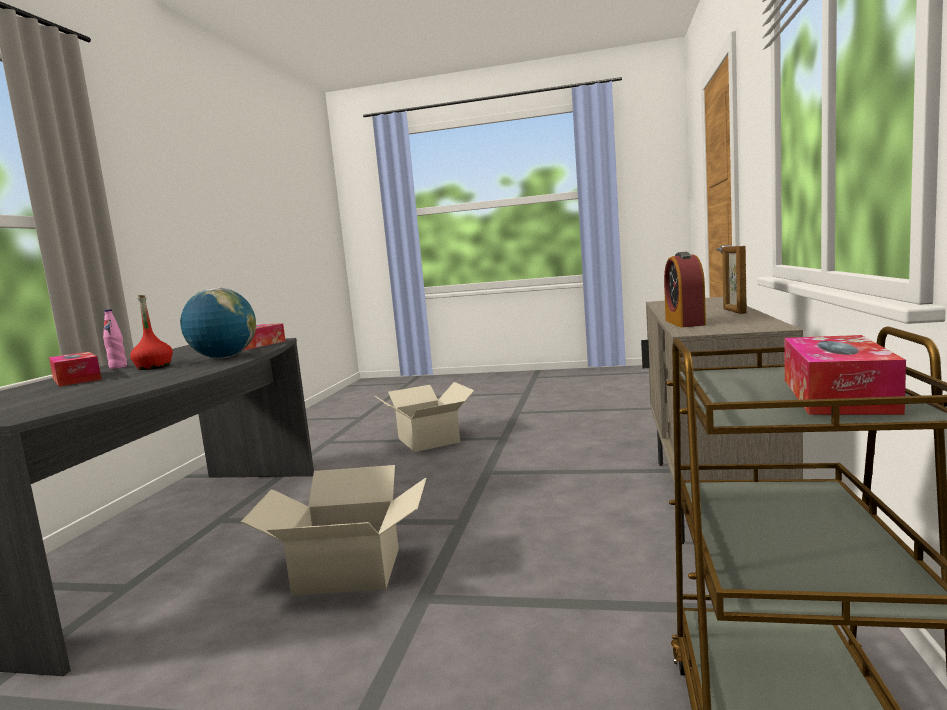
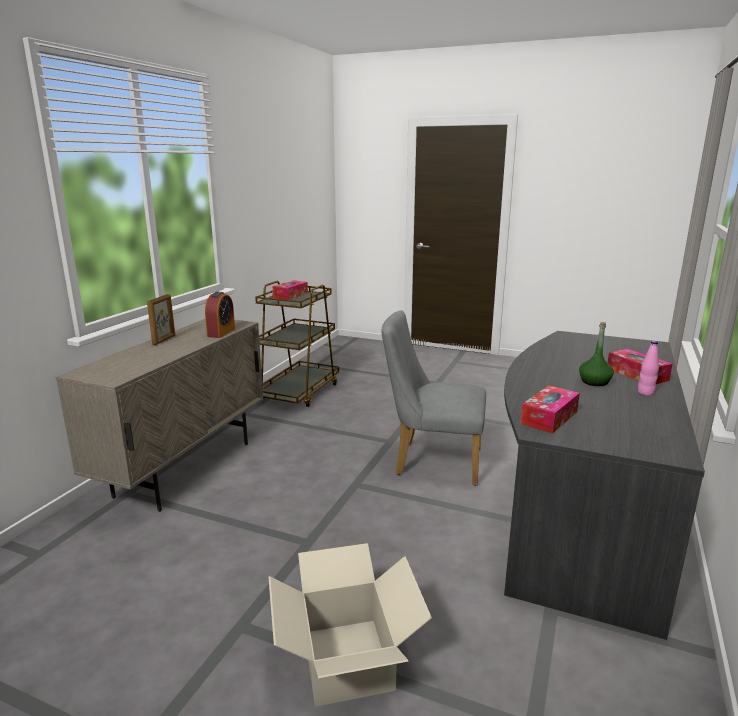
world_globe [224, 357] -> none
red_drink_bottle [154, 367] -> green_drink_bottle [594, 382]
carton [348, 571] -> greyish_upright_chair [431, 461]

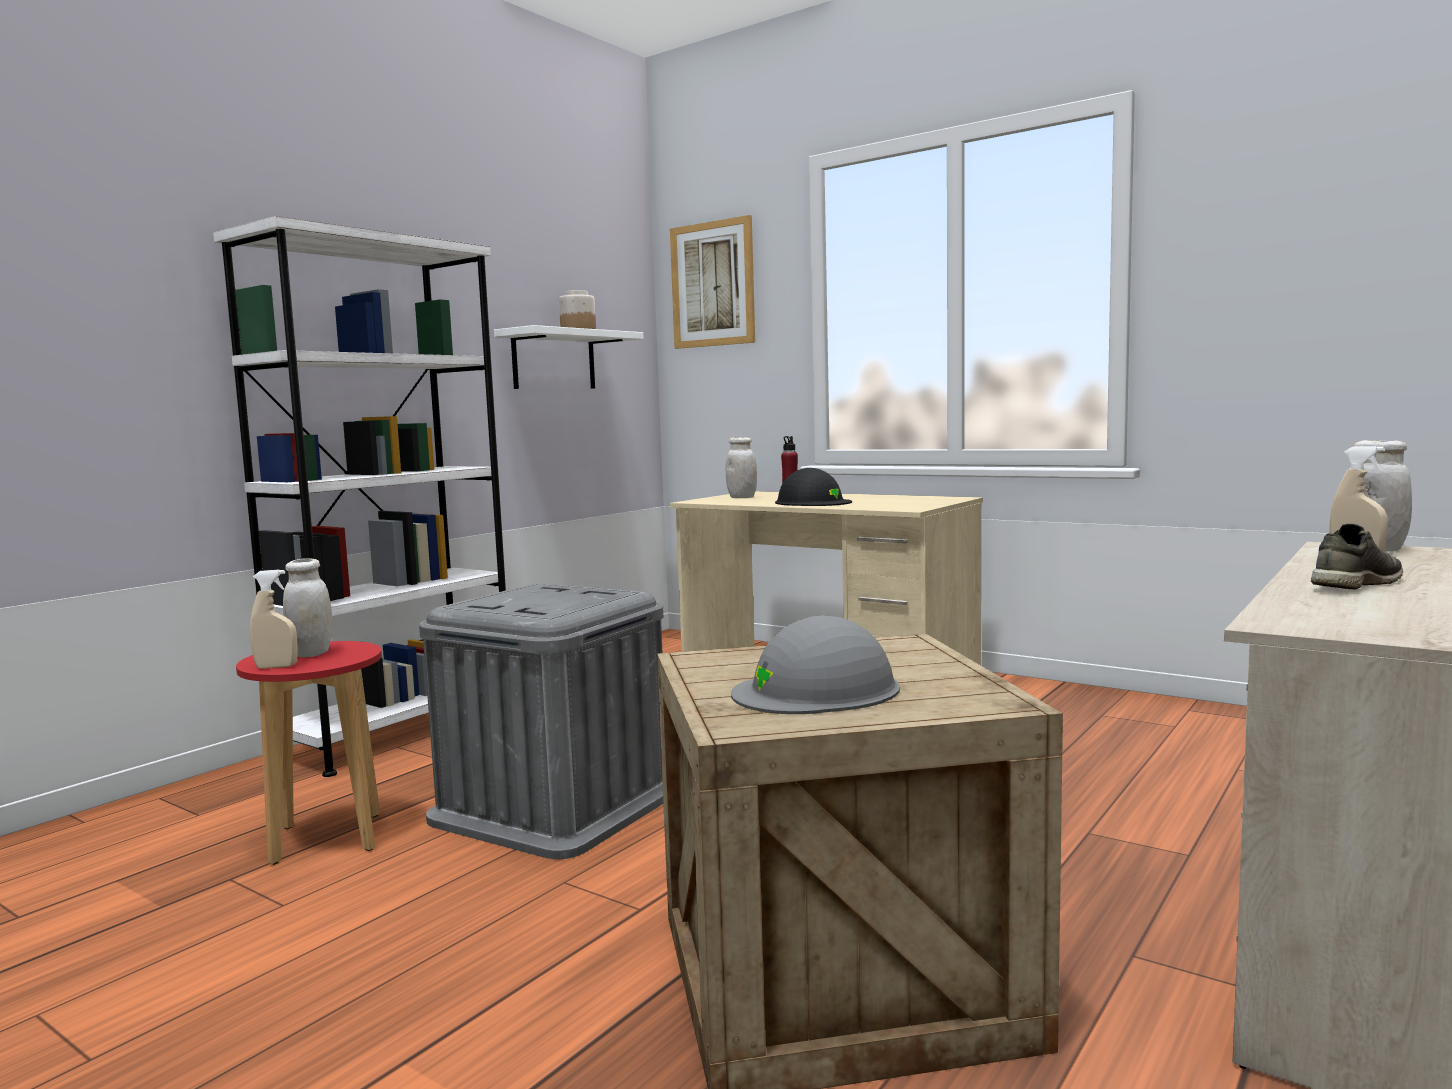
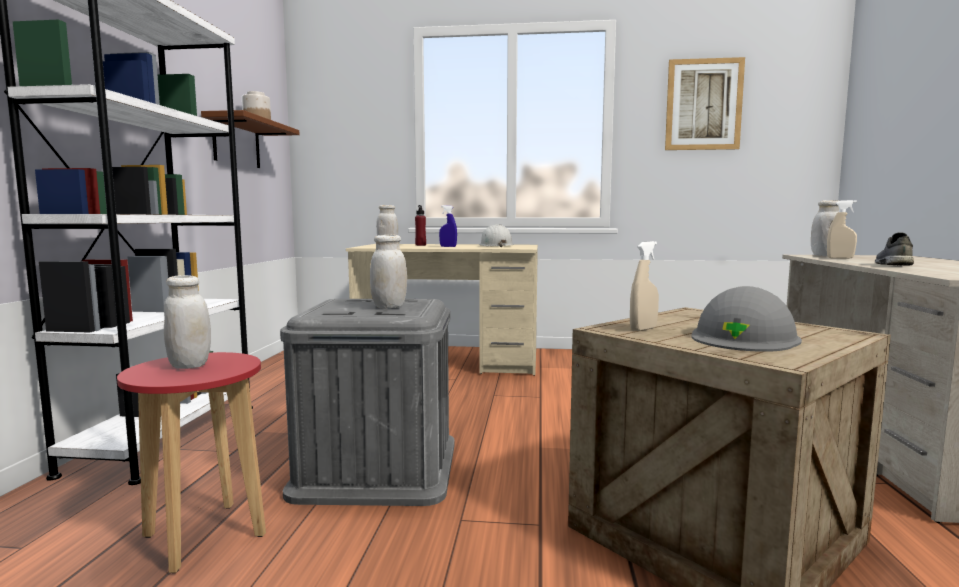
wall_picture [713, 284] -> wall_picture [703, 104], relocated
white-coloured_bracket_shelf [554, 360] -> brownish_bracket_shelf [236, 143]
black-coloured_hard_hat [812, 502] -> blue-coloured_spray_bottle [448, 246]
sand-coloured_spray_bottle [276, 667] -> sand-coloured_spray_bottle [643, 329], relocated
none -> white-coloured_hard_hat [495, 246]
none -> white-coloured_preserve_jar [389, 307]

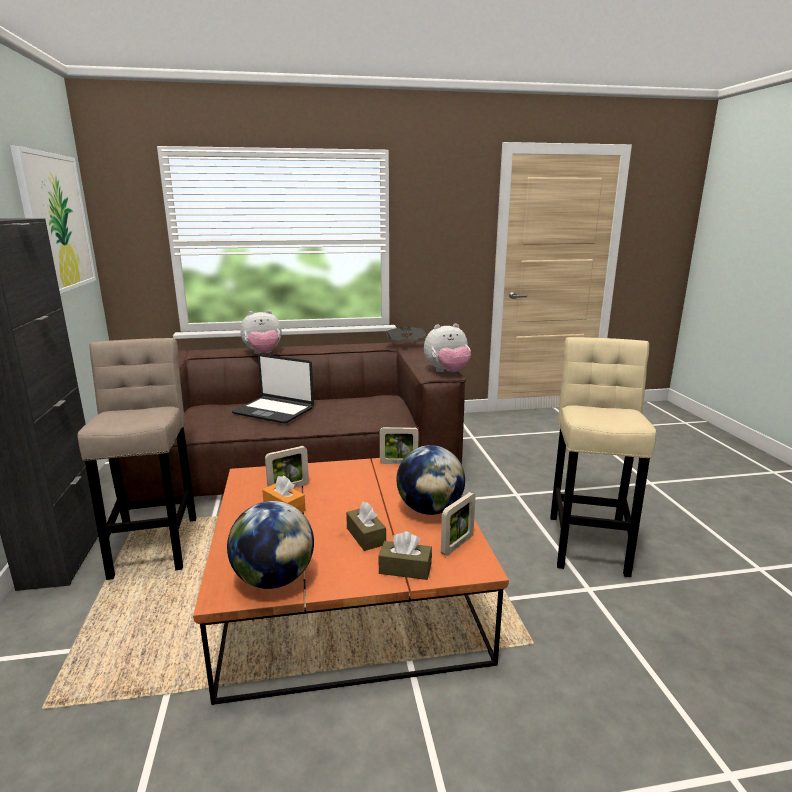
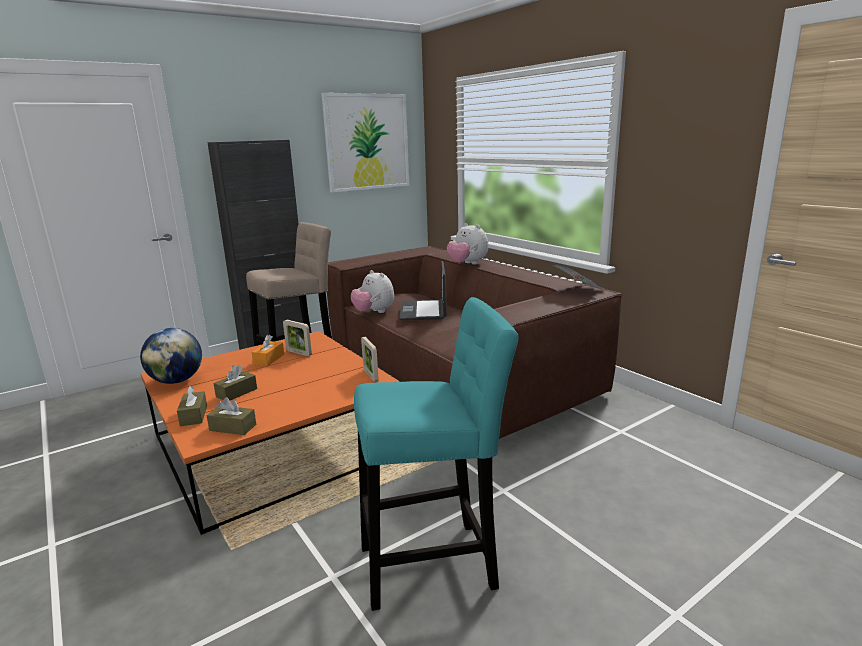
cuddly_toy [447, 372] -> cuddly_toy [374, 312], relocated
sand-coloured_stool [588, 541] -> blue-green_stool [435, 564]
world_globe [430, 509] -> none
photo_frame [457, 545] -> brownish_tissue_holder [233, 427]

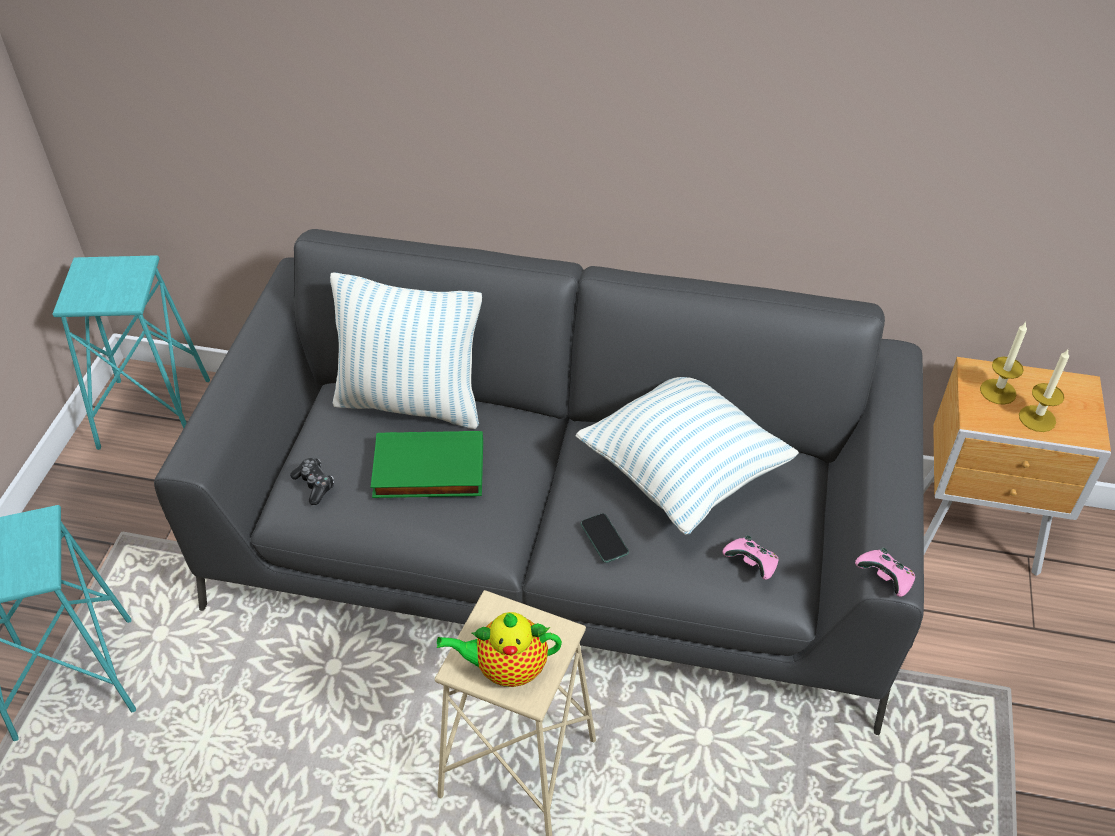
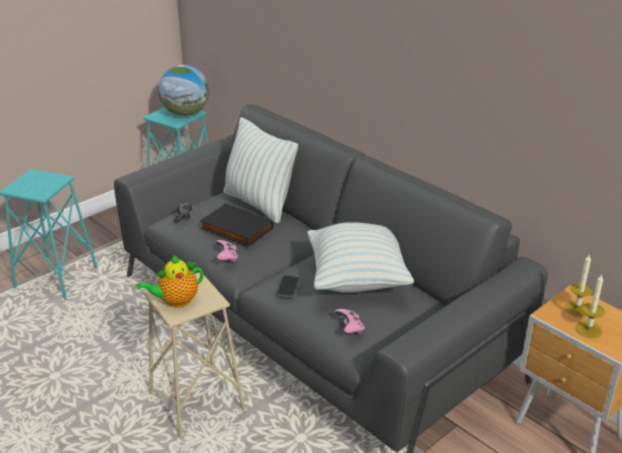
green_bound_book [428, 471] -> black-coloured_bound_book [235, 229]
pink-coloured_gamepad [885, 580] -> pink-coloured_gamepad [227, 257], relocated
pot_for_tea [506, 668] -> pot_for_tea [176, 301], 60 degrees counterclockwise
none -> world_globe [185, 113]

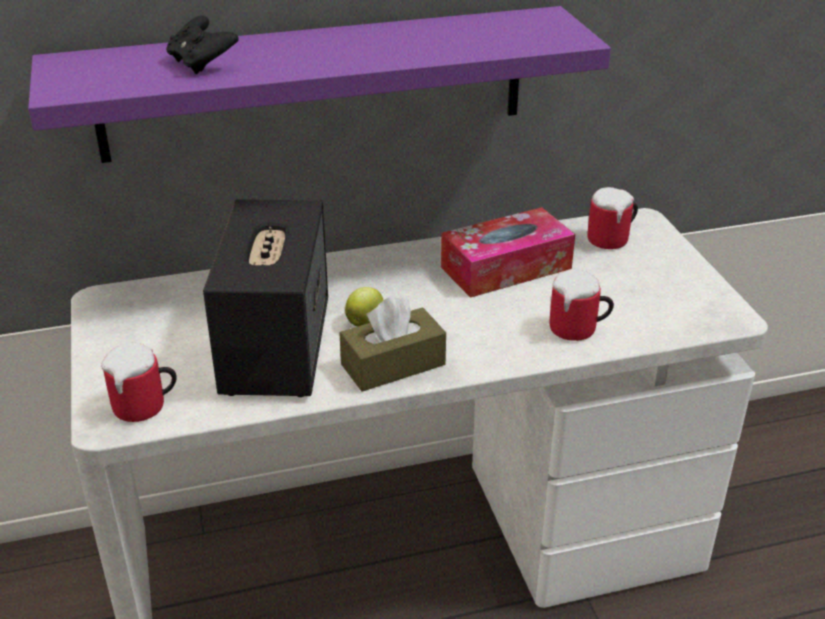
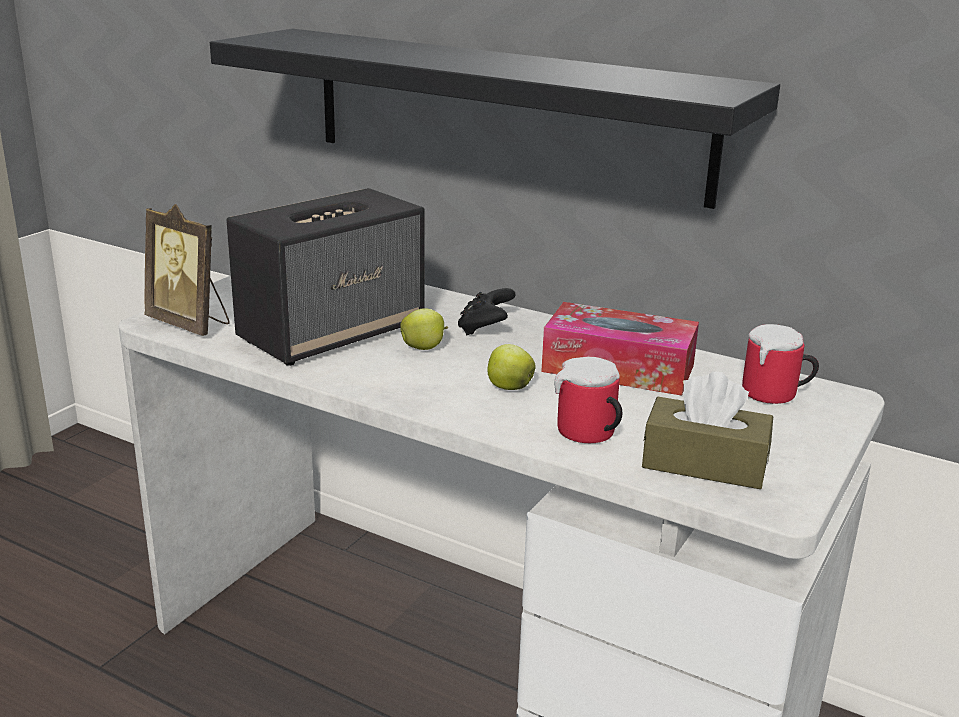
purple-coloured_bracket_shelf [314, 84] -> black-coloured_bracket_shelf [505, 113]
black-coloured_gamepad [202, 64] -> black-coloured_gamepad [485, 329], relocated
brownish_tissue_holder [393, 364] -> brownish_tissue_holder [704, 464], relocated
tea_mug [146, 407] -> photo_frame [190, 324]
none -> apple_fruit [508, 387]

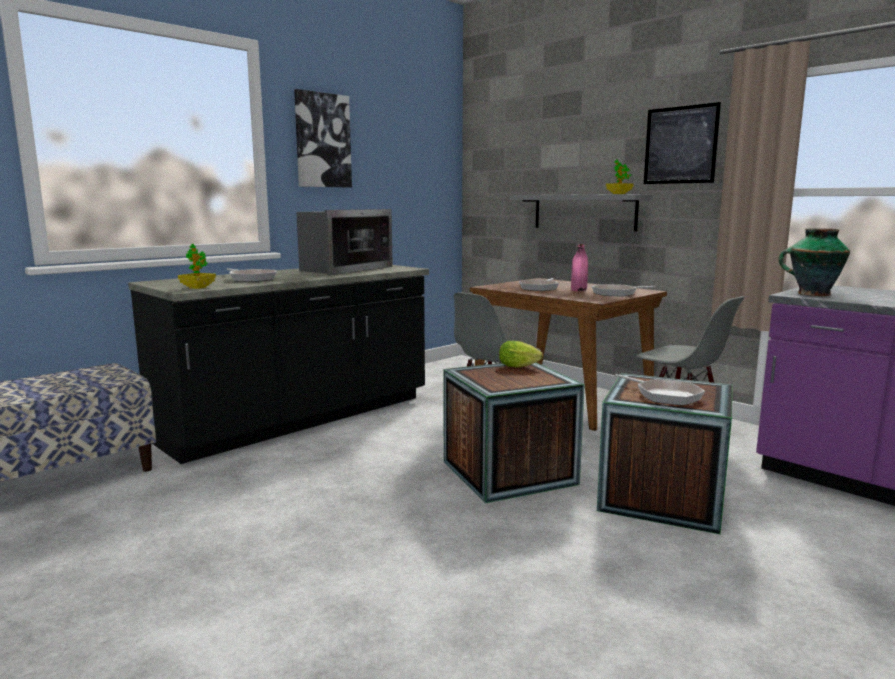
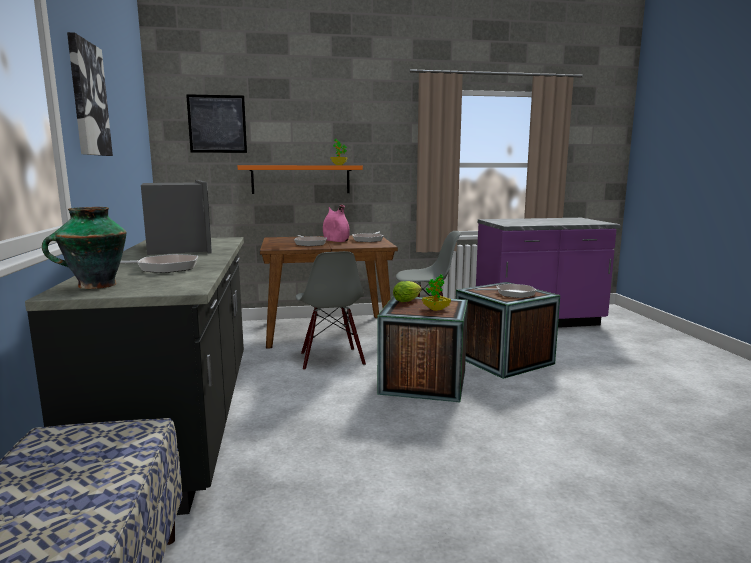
wall_picture [680, 145] -> wall_picture [217, 124], relocated
greyish_bracket_shelf [584, 212] -> orange_bracket_shelf [301, 179]
decorative_vase [812, 294] -> decorative_vase [95, 286], relocated
plant_in_a_pot [197, 287] -> plant_in_a_pot [436, 309], relocated

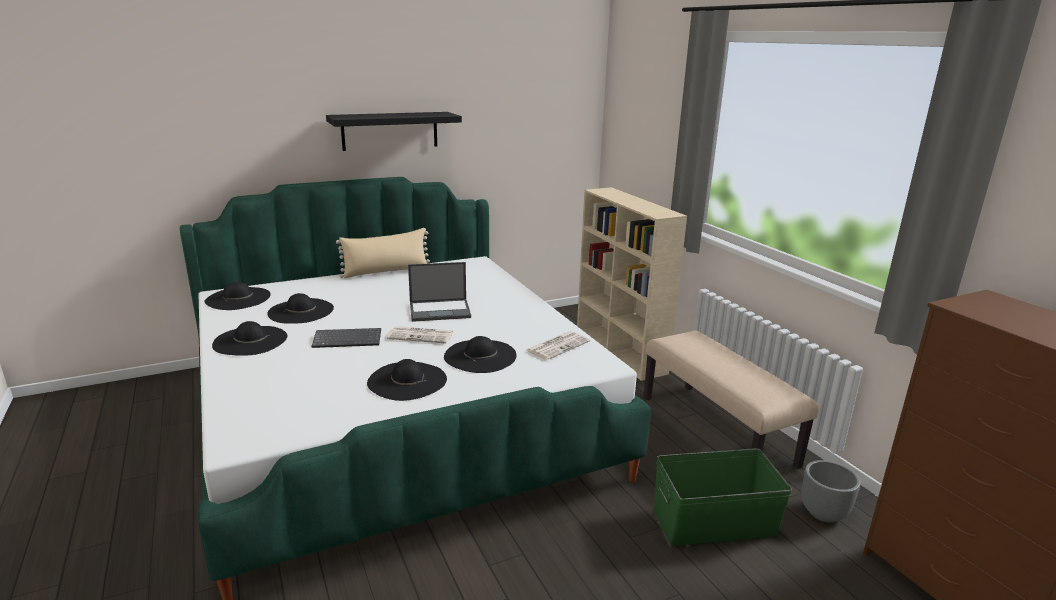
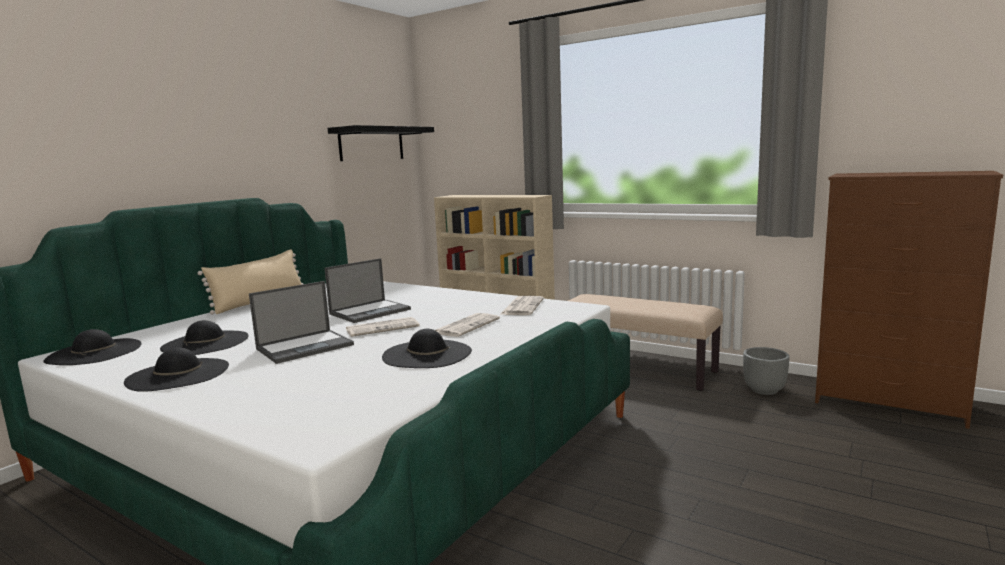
black-coloured_bracket_shelf [390, 131] -> black-coloured_bracket_shelf [371, 144], relocated
keyboard [348, 339] -> notebook_computer [306, 346]
black-coloured_wearable_hat [480, 356] -> daily_paper [466, 326]
green_storage_bin [715, 523] -> none

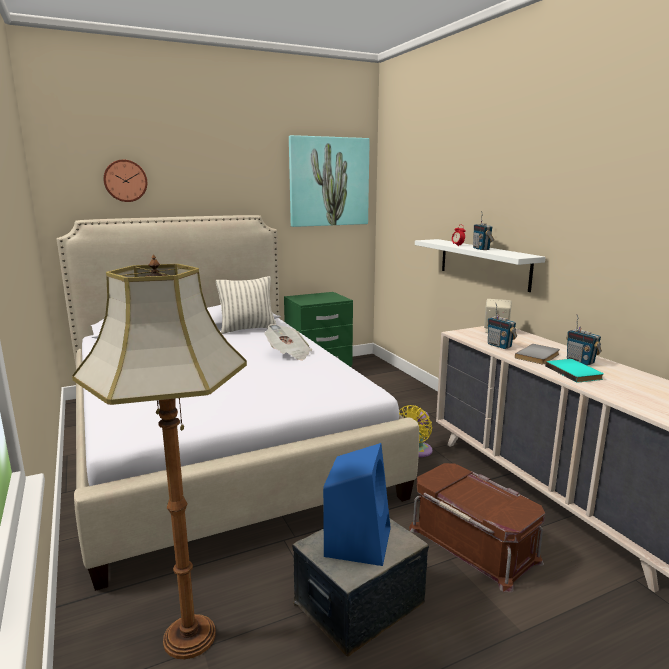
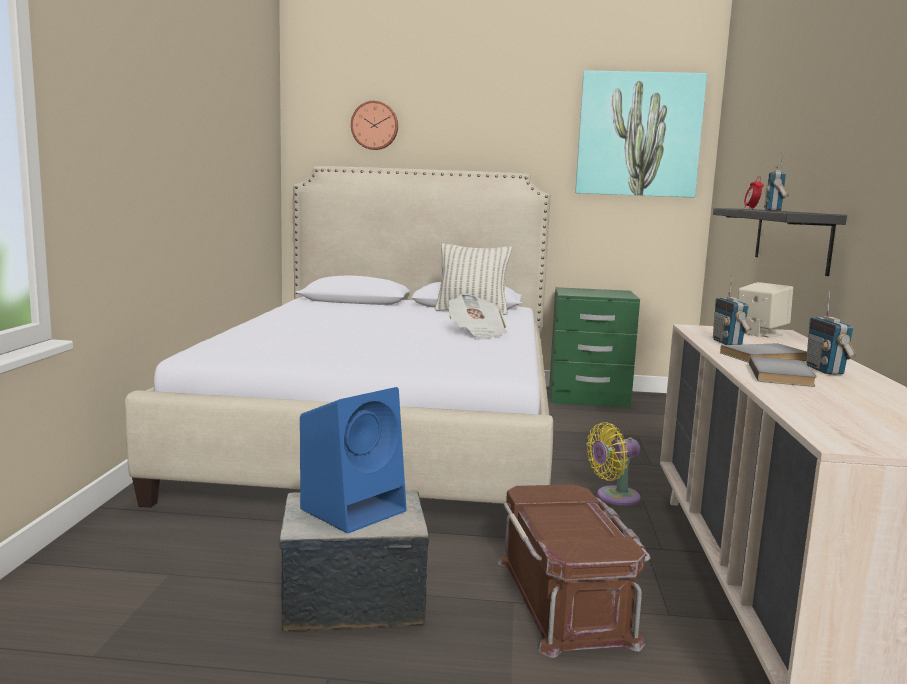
white-coloured_bracket_shelf [483, 263] -> black-coloured_bracket_shelf [791, 238]
standing_lamp [187, 637] -> none
blue-green_bound_book [575, 372] -> greyish_bound_book [783, 375]

